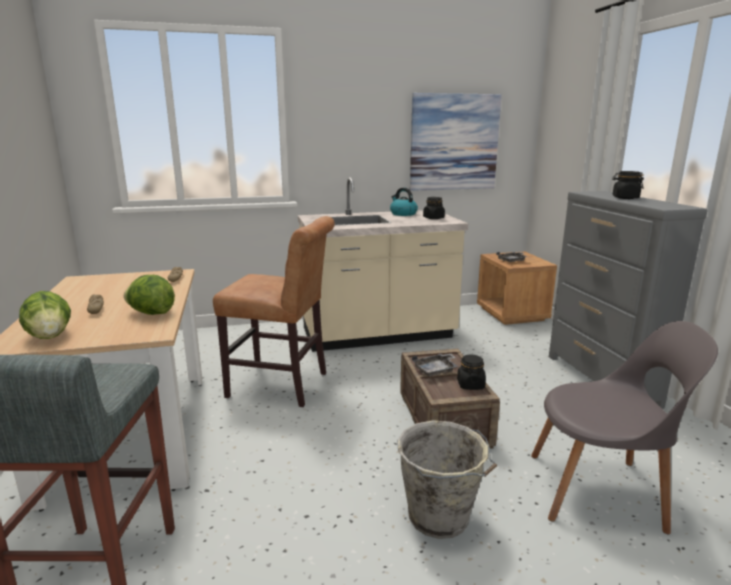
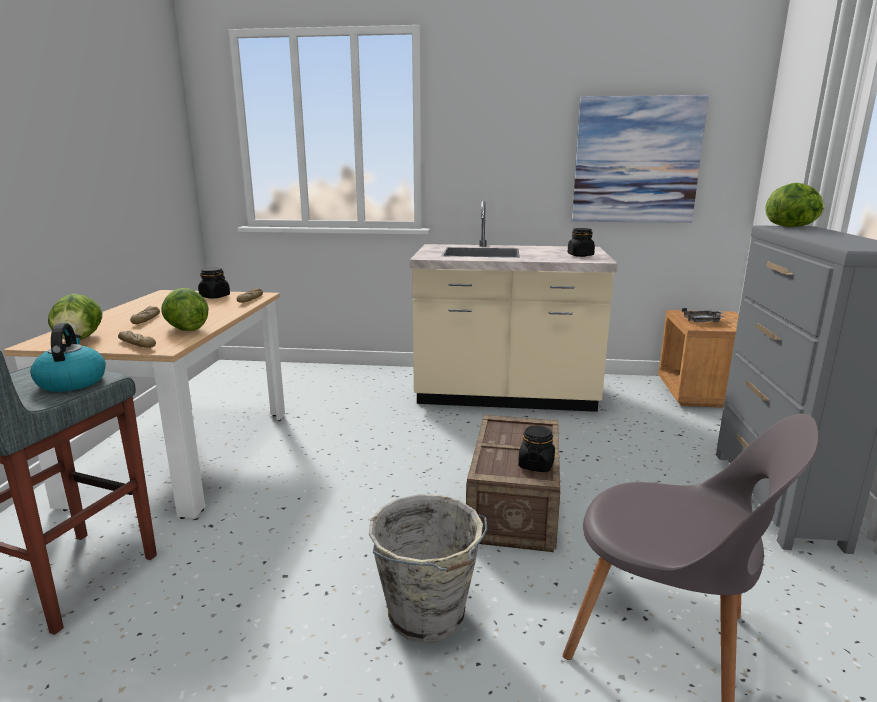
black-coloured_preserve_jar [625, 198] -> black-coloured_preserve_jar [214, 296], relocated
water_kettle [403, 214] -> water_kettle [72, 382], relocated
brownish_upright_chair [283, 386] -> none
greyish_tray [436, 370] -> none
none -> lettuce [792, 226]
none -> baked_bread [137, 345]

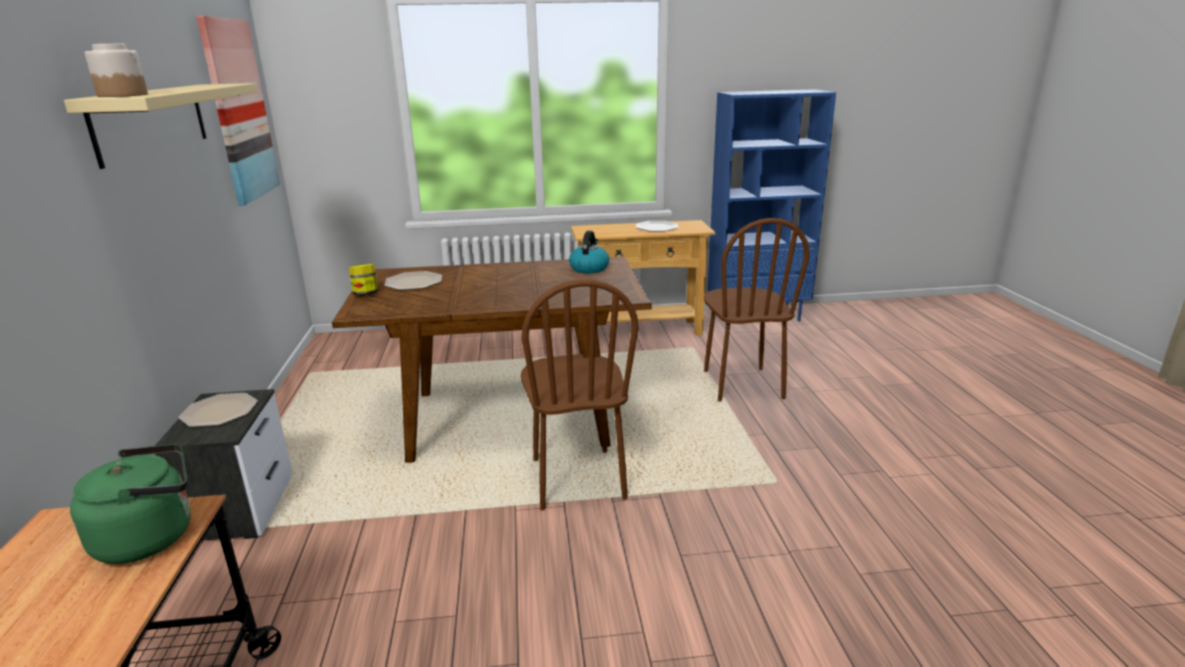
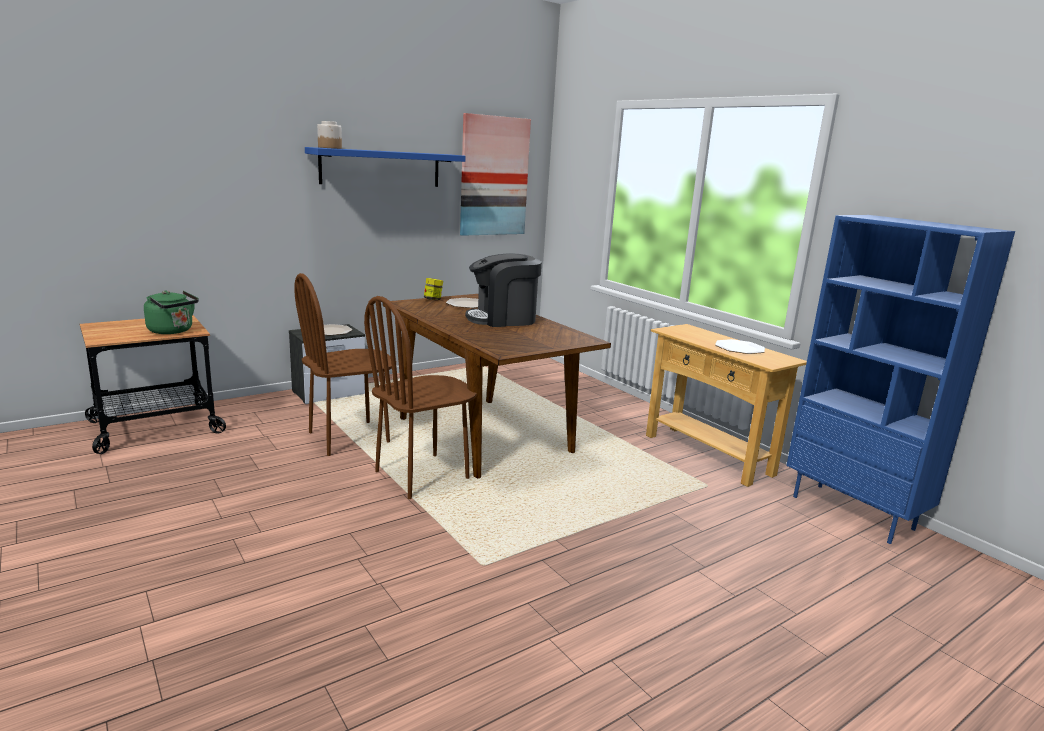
sand-coloured_bracket_shelf [152, 121] -> blue-coloured_bracket_shelf [381, 168]
brownish_upright_chair [742, 385] -> brownish_upright_chair [349, 438], relocated
water_kettle [589, 268] -> none
none -> coffee_brewer [503, 319]

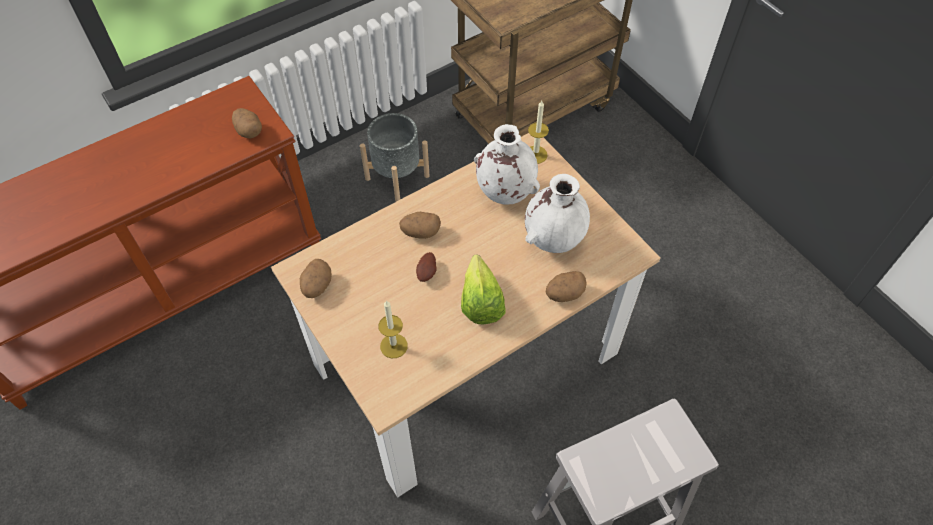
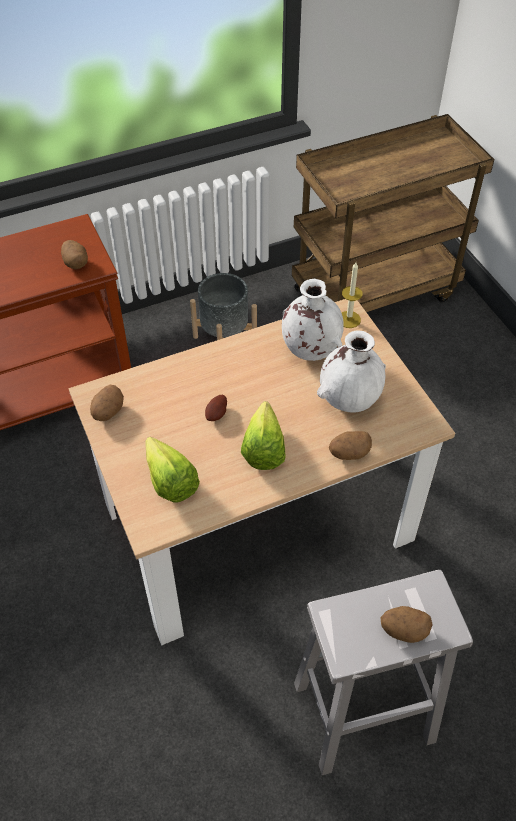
whole_potato [420, 232] -> whole_potato [403, 630], relocated
candle [393, 346] -> lettuce [169, 477]

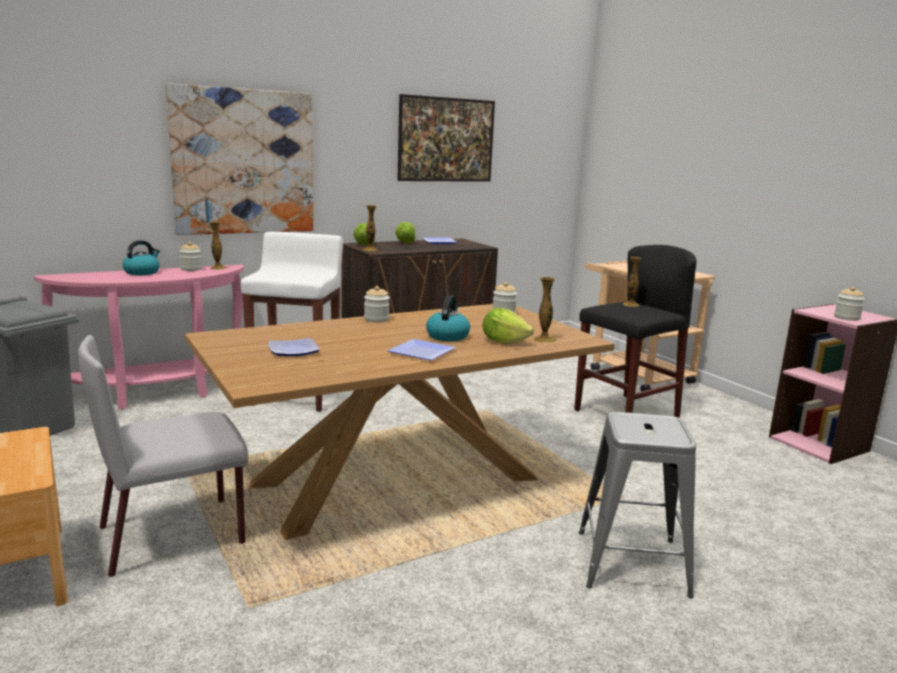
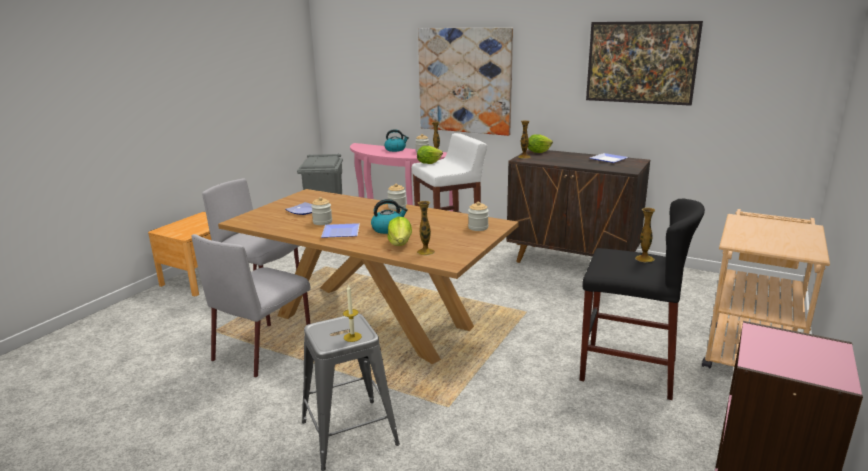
lettuce [405, 243] -> lettuce [428, 163], relocated
preserve_jar [846, 318] -> preserve_jar [322, 222], relocated
none -> greyish_upright_chair [264, 348]
none -> candle [352, 337]

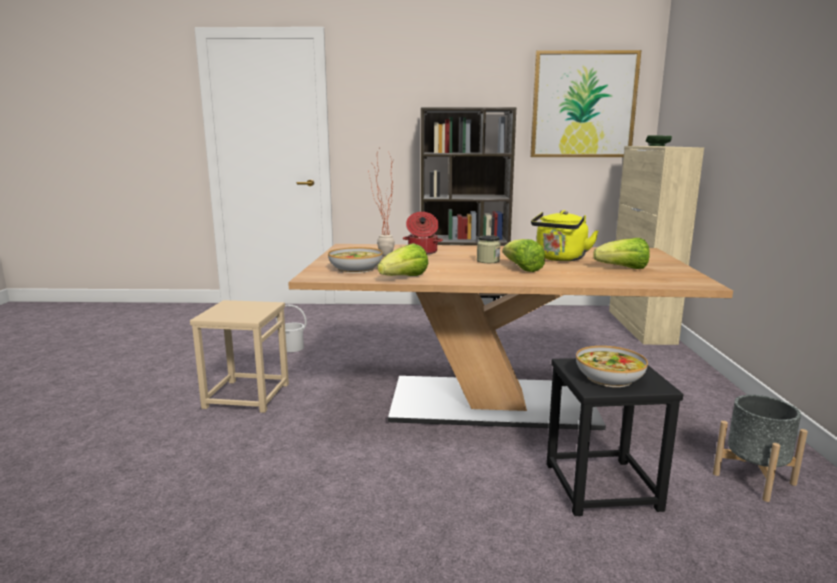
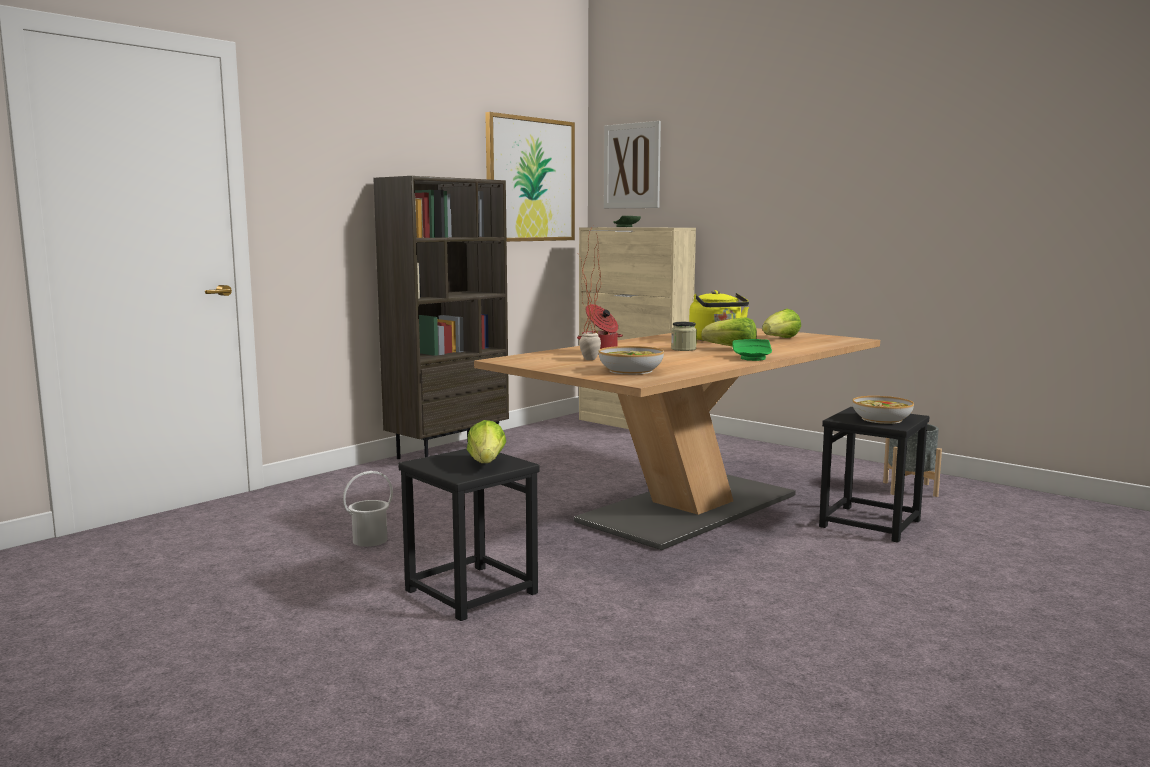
lettuce [404, 278] -> lettuce [486, 463], relocated
sand-coloured_stool [246, 395] -> black-coloured_stool [470, 592]
none -> wall_picture [632, 166]
none -> green_dinner_plate [753, 358]

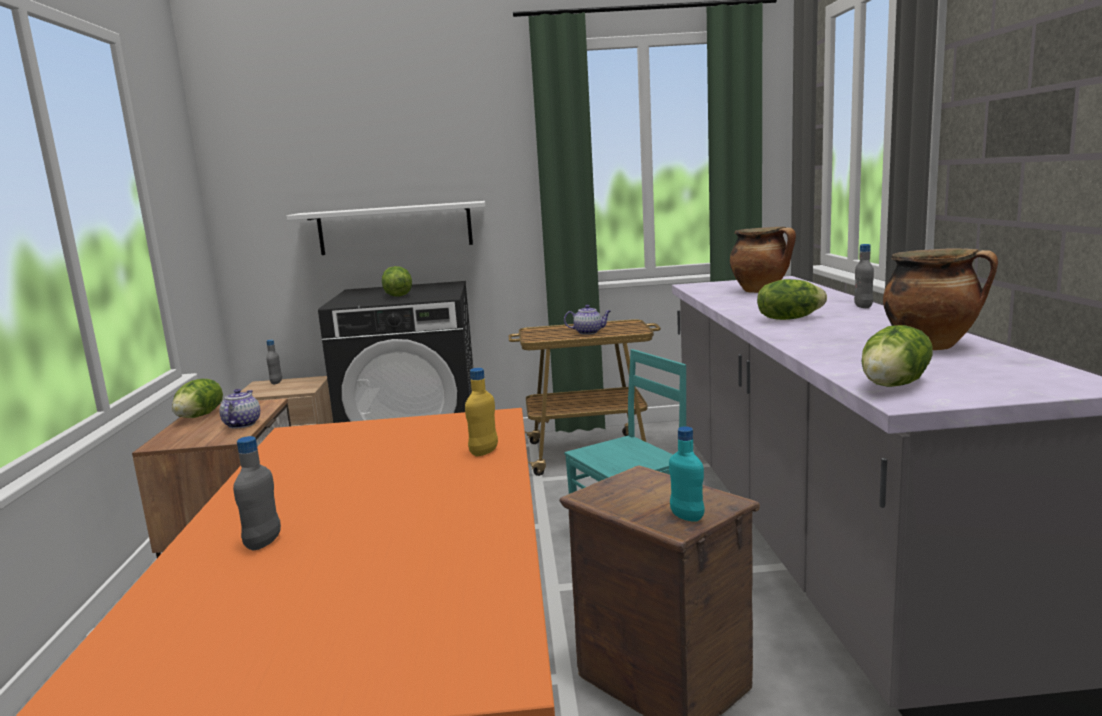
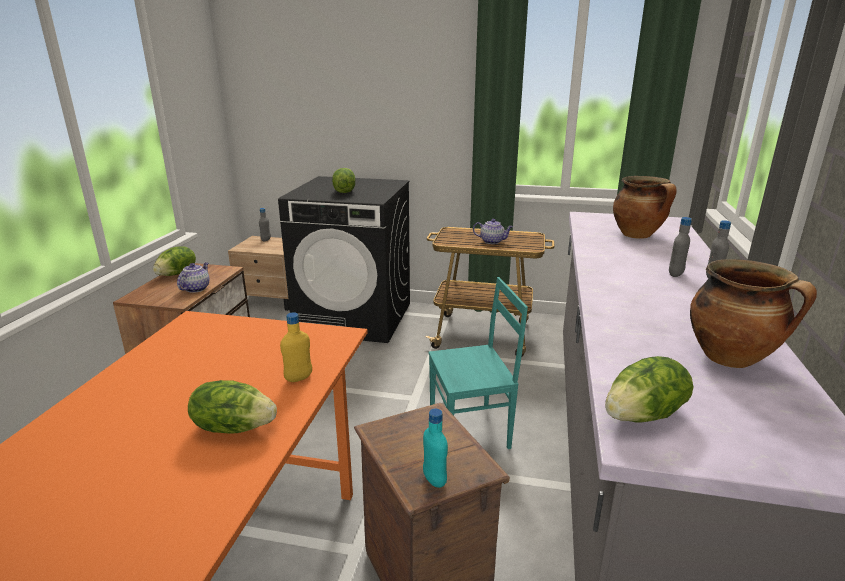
white-coloured_bracket_shelf [395, 228] -> none
lettuce [789, 318] -> lettuce [234, 427], relocated
greyish_drink_bottle [263, 543] -> greyish_drink_bottle [675, 274], relocated

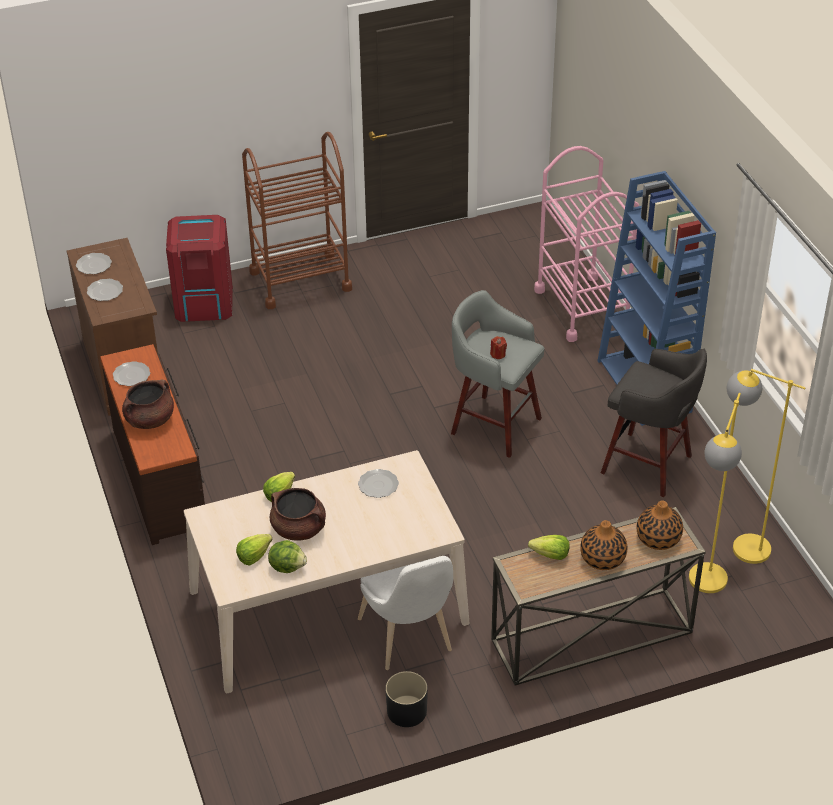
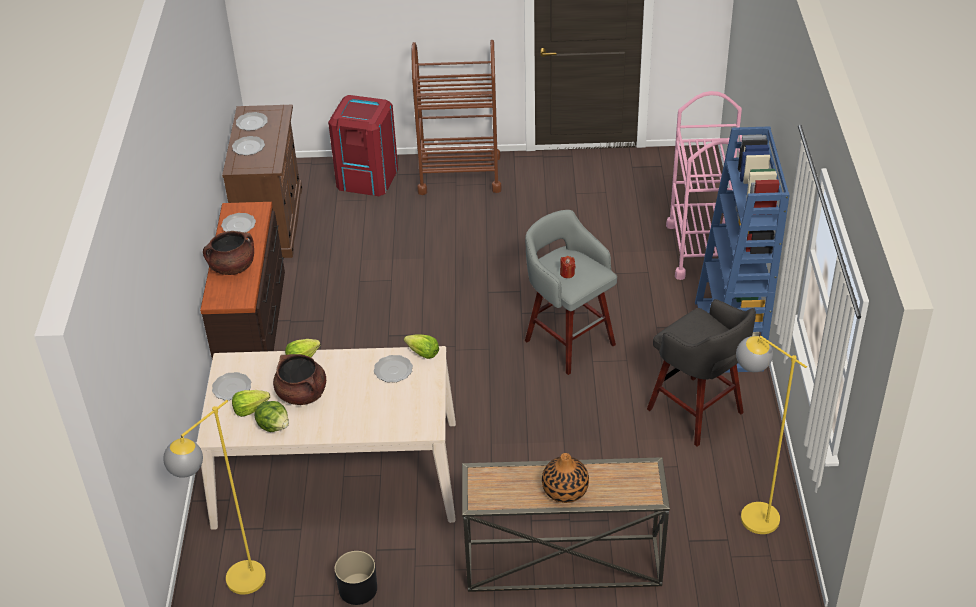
yellow-coloured_standing_lamp [705, 589] -> yellow-coloured_standing_lamp [235, 588], relocated
decorative_vase [658, 538] -> none
lettuce [550, 555] -> lettuce [422, 353], relocated
white-coloured_upright_chair [408, 639] -> none
none -> dinner_plate [231, 388]

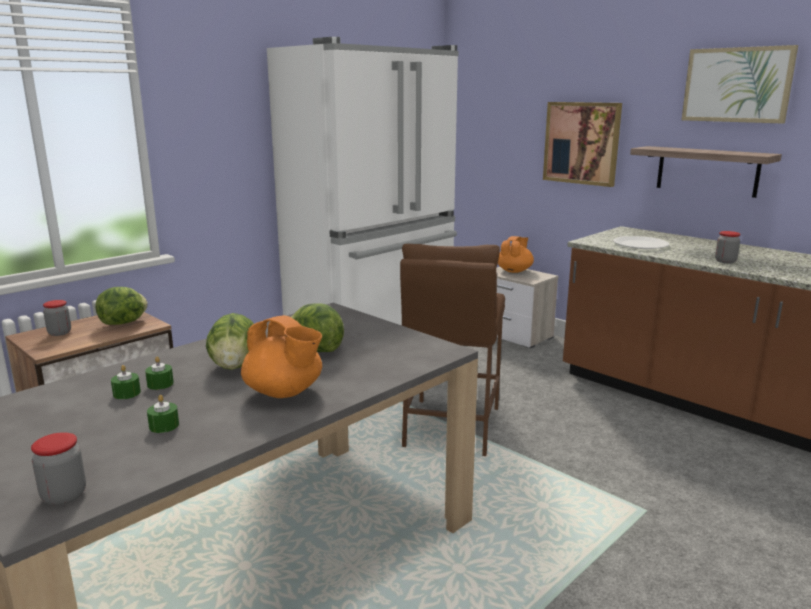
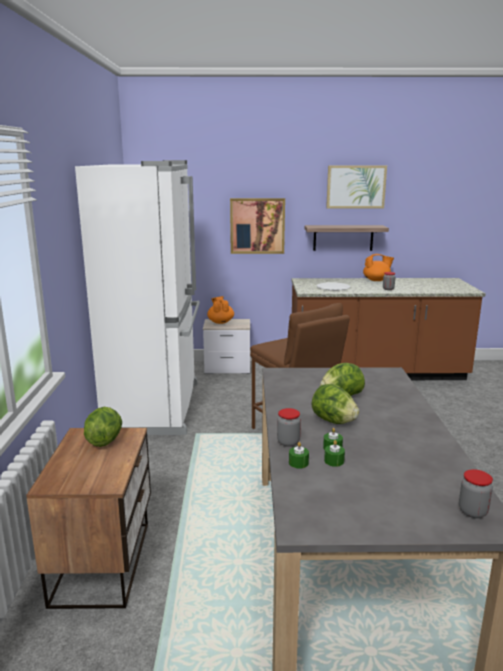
preserve_jar [59, 333] -> preserve_jar [288, 442], relocated
orange_pot_for_tea [284, 392] -> orange_pot_for_tea [376, 280], relocated
green_candle [164, 425] -> green_candle [298, 463], relocated

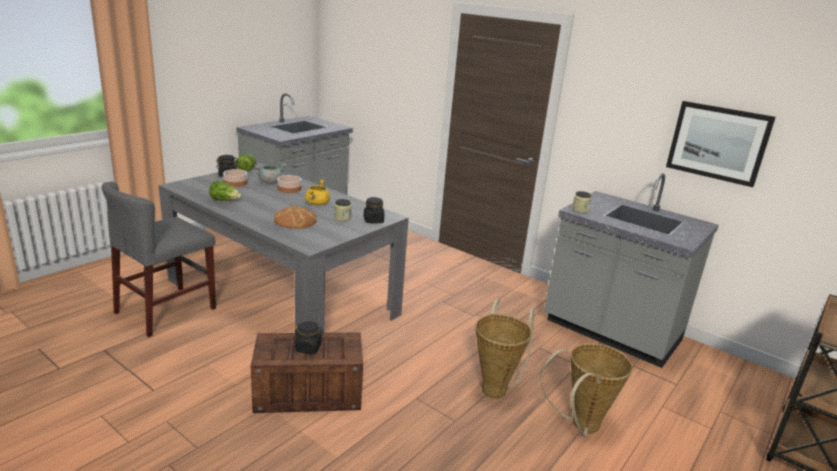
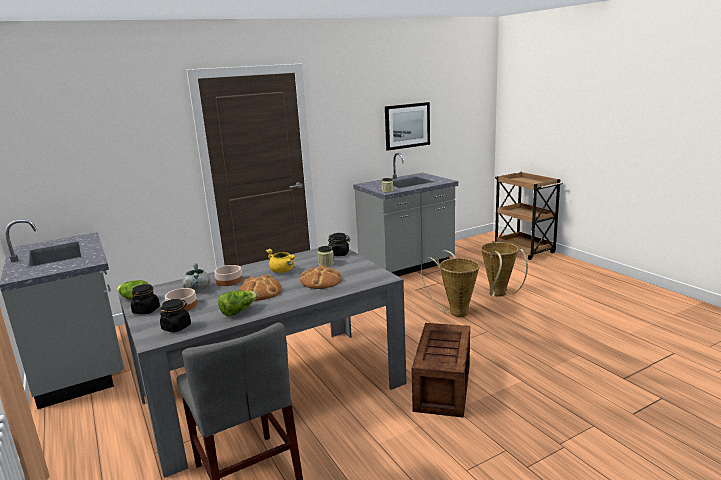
black-coloured_preserve_jar [308, 348] -> black-coloured_preserve_jar [176, 327], relocated
none -> baked_bread [260, 291]

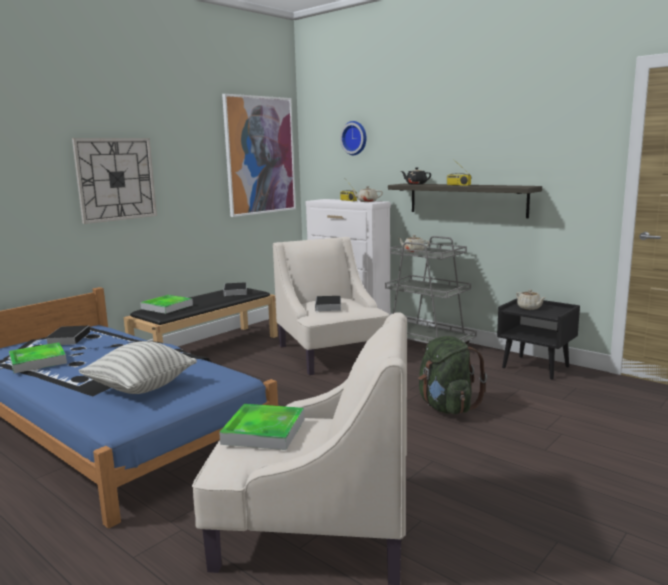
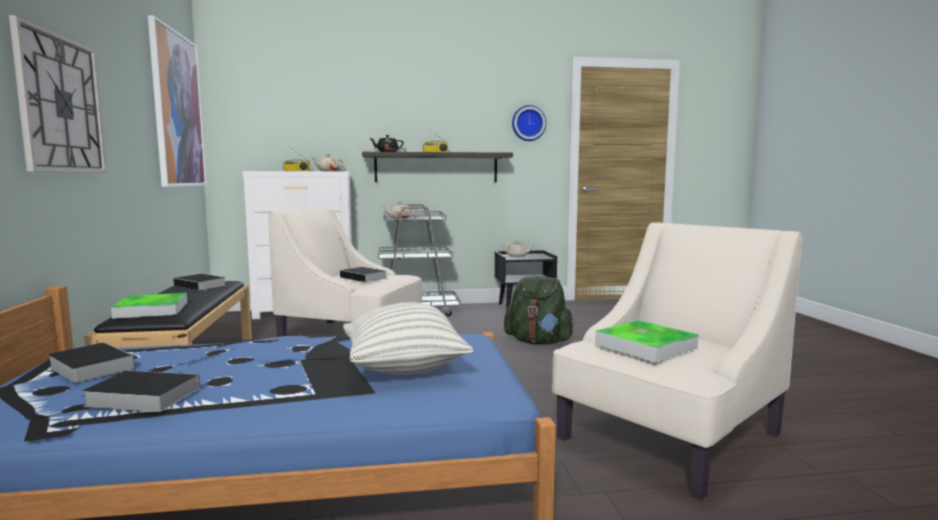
hanging_clock [355, 138] -> hanging_clock [528, 123], relocated
tray [38, 361] -> bound_book [140, 397]

